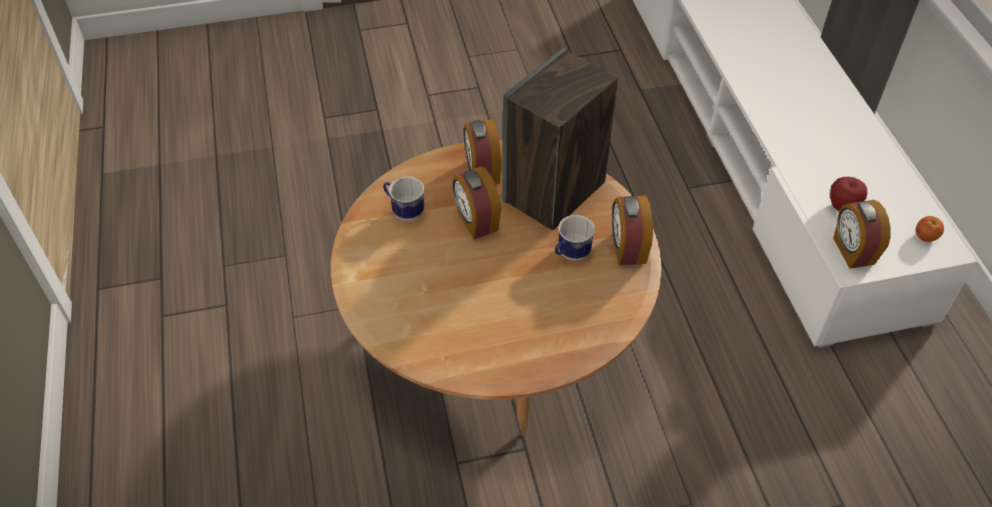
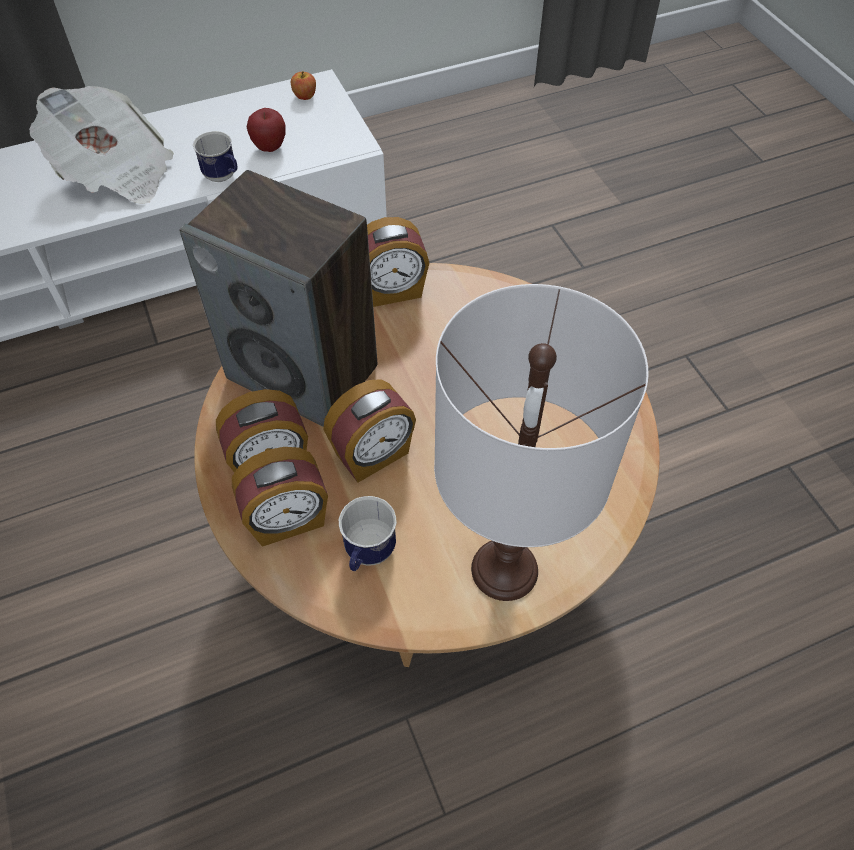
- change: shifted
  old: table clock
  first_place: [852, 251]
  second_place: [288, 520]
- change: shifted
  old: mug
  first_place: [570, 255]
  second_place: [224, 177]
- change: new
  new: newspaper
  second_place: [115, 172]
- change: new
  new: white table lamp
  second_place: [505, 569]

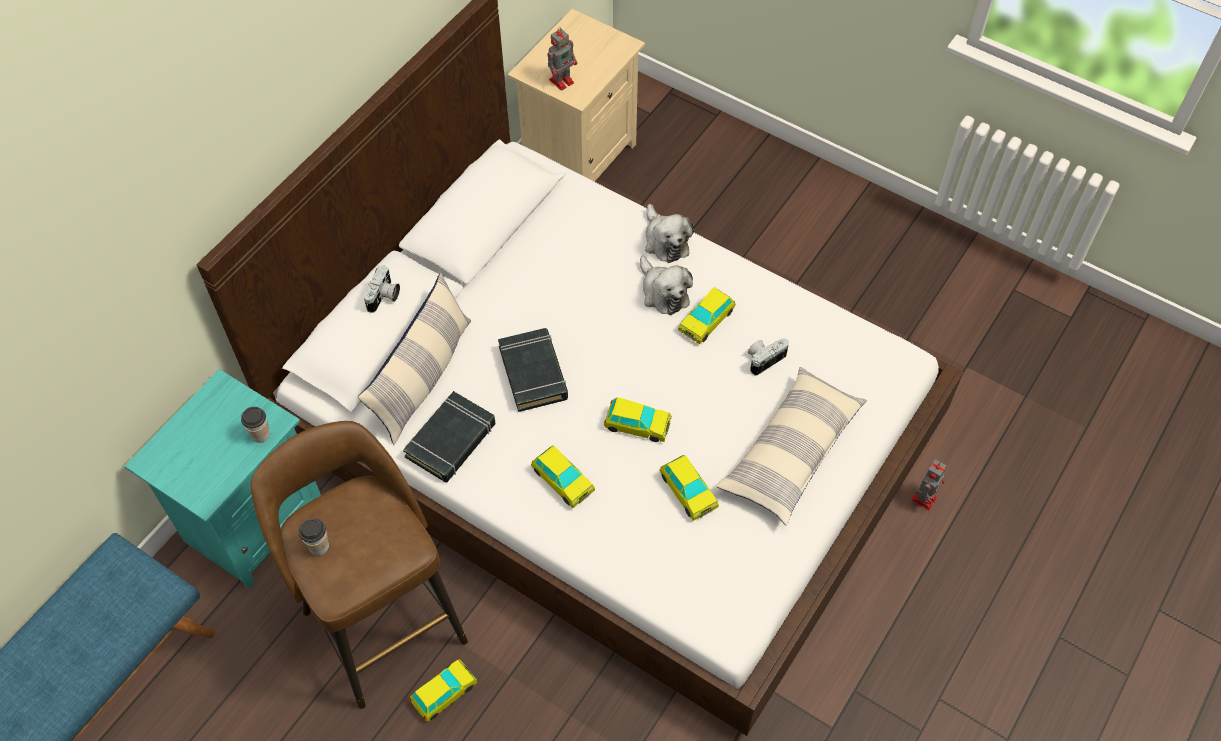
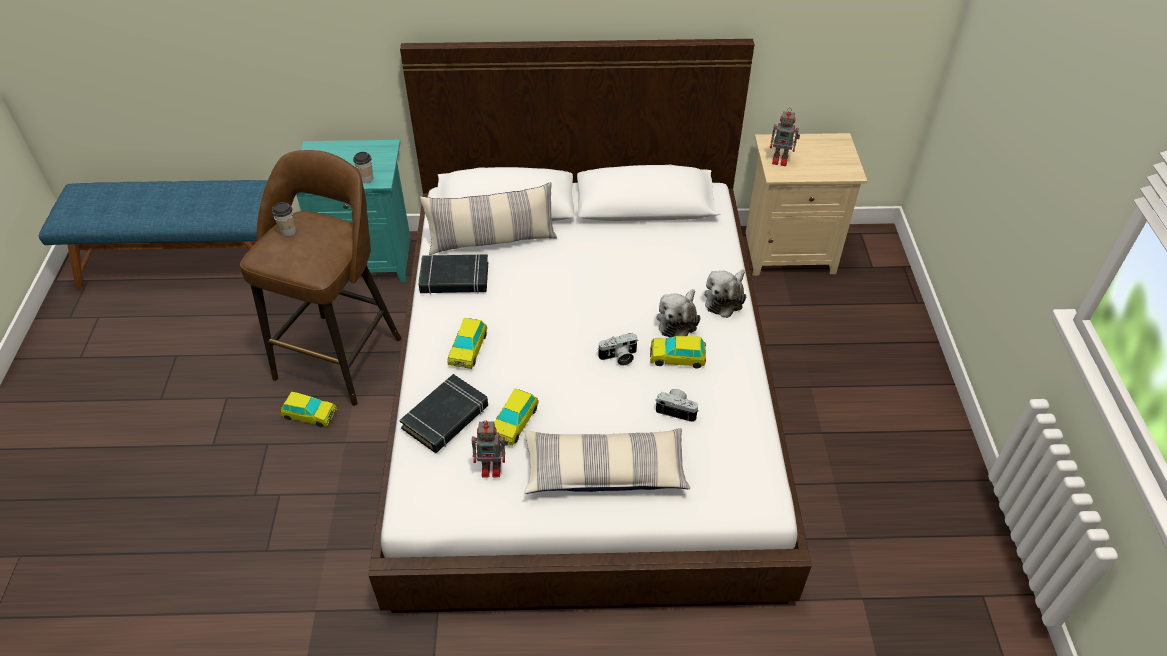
- change: shifted
  old: still camera
  first_place: [384, 297]
  second_place: [619, 357]
- change: shifted
  old: blackish volume
  first_place: [533, 373]
  second_place: [446, 417]
- change: gone
  old: model car
  first_place: [637, 425]
- change: shifted
  old: model robot
  first_place: [924, 498]
  second_place: [492, 468]

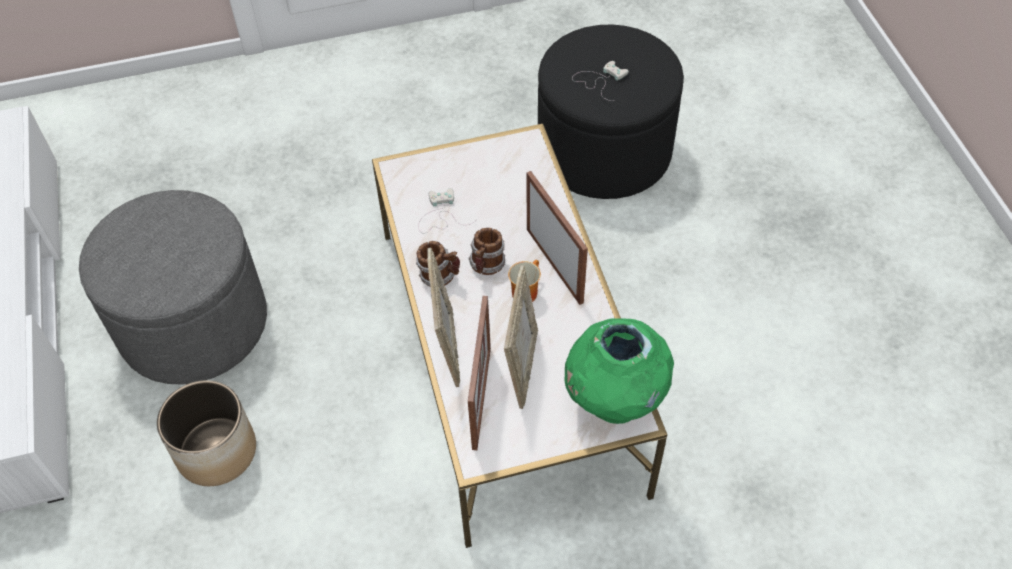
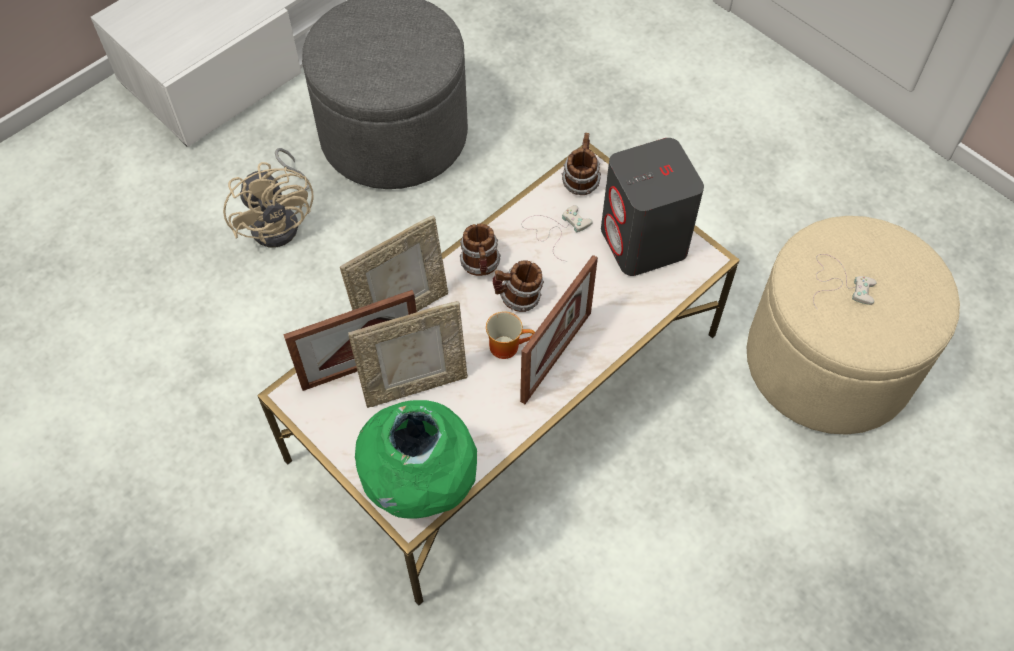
- change: repainted
  old: blackish pouffe
  new: beige-coloured pouffe
  first_place: [604, 151]
  second_place: [829, 361]
- change: swapped
  old: planter
  new: beige-coloured fan
  first_place: [216, 451]
  second_place: [281, 221]
- change: new
  new: mug
  second_place: [580, 180]
- change: new
  new: greyish audio speaker
  second_place: [644, 242]

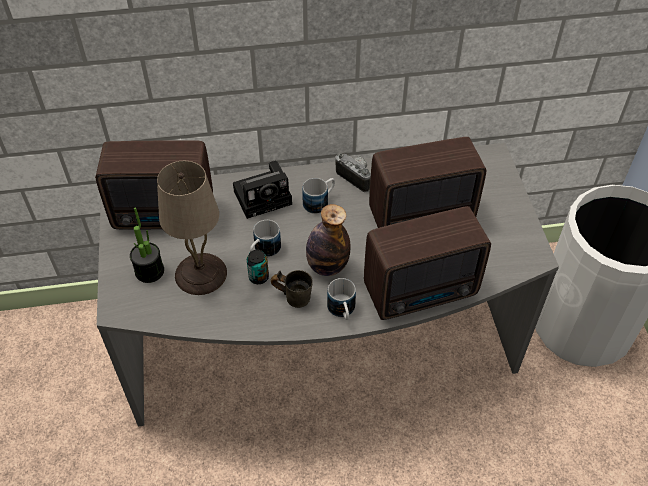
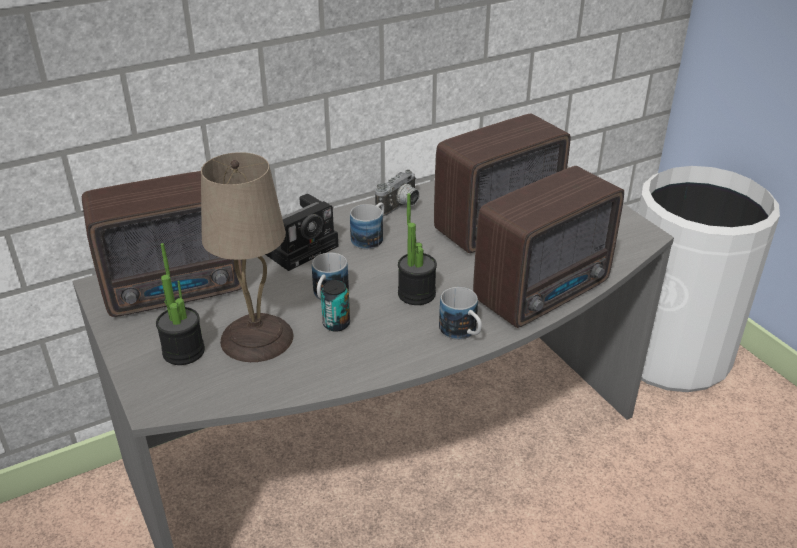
- change: rotated
  old: still camera
  first_place: [356, 177]
  second_place: [401, 207]
  degrees: 105
- change: swapped
  old: drink bottle
  new: plant in a pot
  first_place: [327, 266]
  second_place: [416, 294]
- change: gone
  old: greyish mug
  first_place: [294, 295]

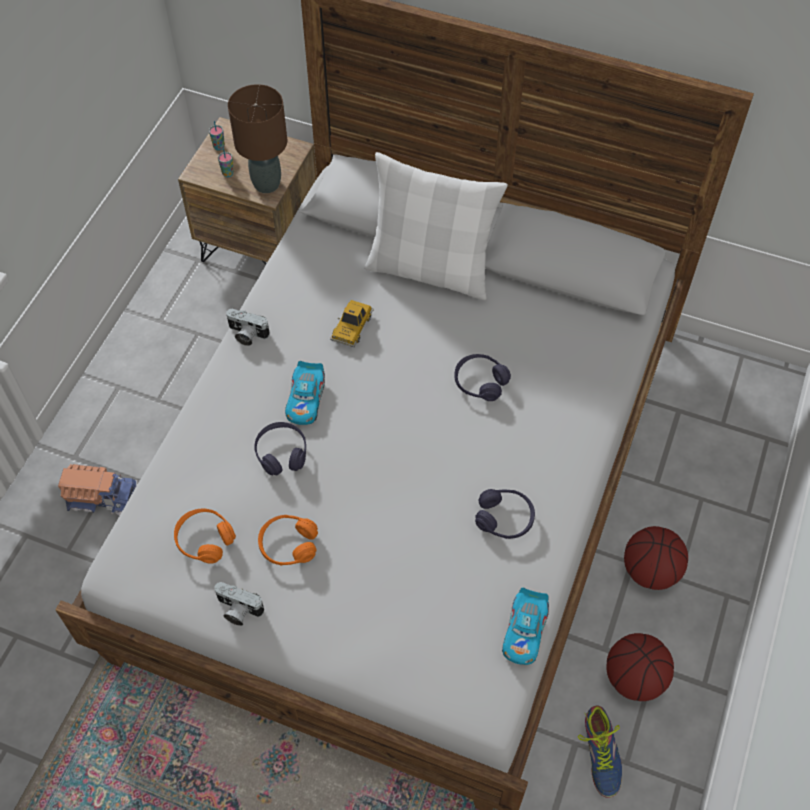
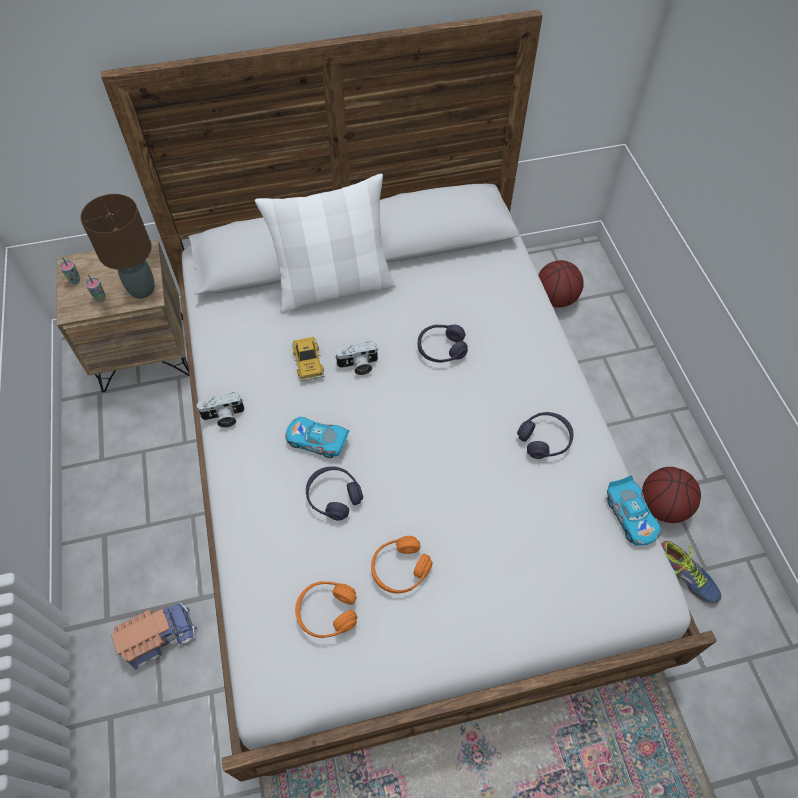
- change: rotated
  old: model car
  first_place: [306, 399]
  second_place: [317, 441]
  degrees: 135
- change: shifted
  old: ball for basketball
  first_place: [650, 571]
  second_place: [555, 299]
- change: shifted
  old: still camera
  first_place: [237, 610]
  second_place: [358, 366]

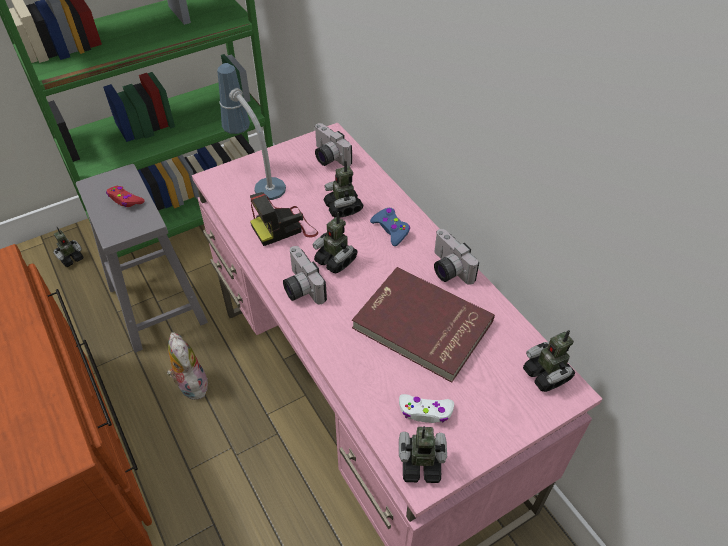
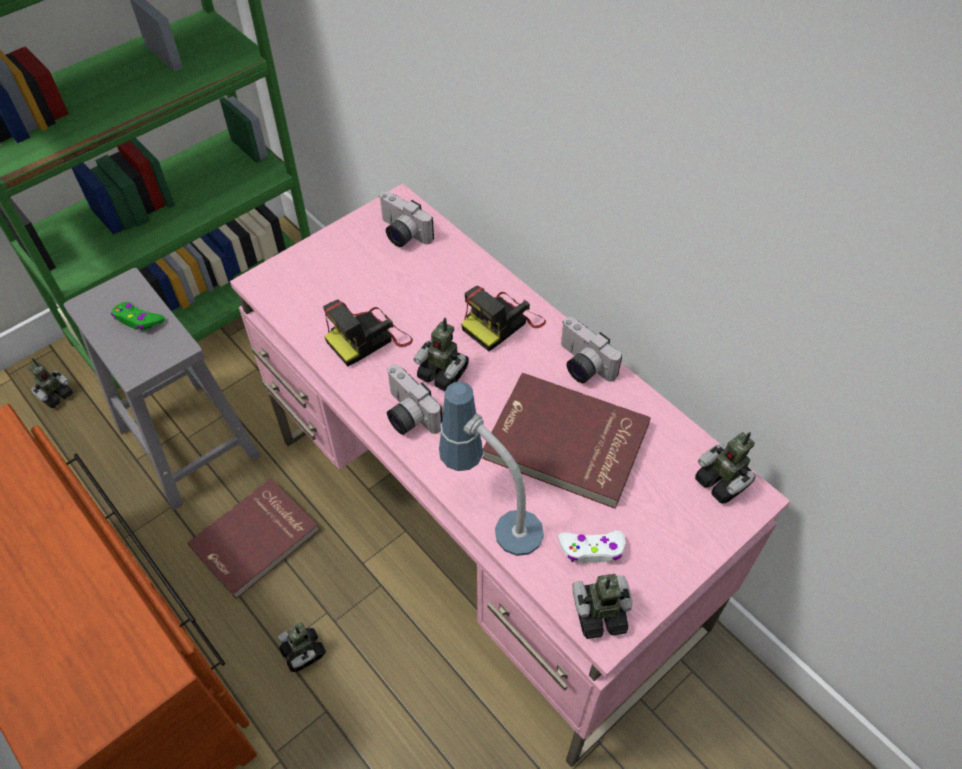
- change: shifted
  old: table lamp
  first_place: [257, 178]
  second_place: [491, 514]
- change: shifted
  old: model robot
  first_place: [343, 208]
  second_place: [303, 652]
- change: repainted
  old: reddish gamepad
  new: greenish gamepad
  first_place: [125, 200]
  second_place: [138, 320]
- change: swapped
  old: blue gamepad
  new: still camera
  first_place: [391, 230]
  second_place: [502, 323]
- change: swapped
  old: soft toy
  new: reddish volume
  first_place: [190, 384]
  second_place: [256, 540]

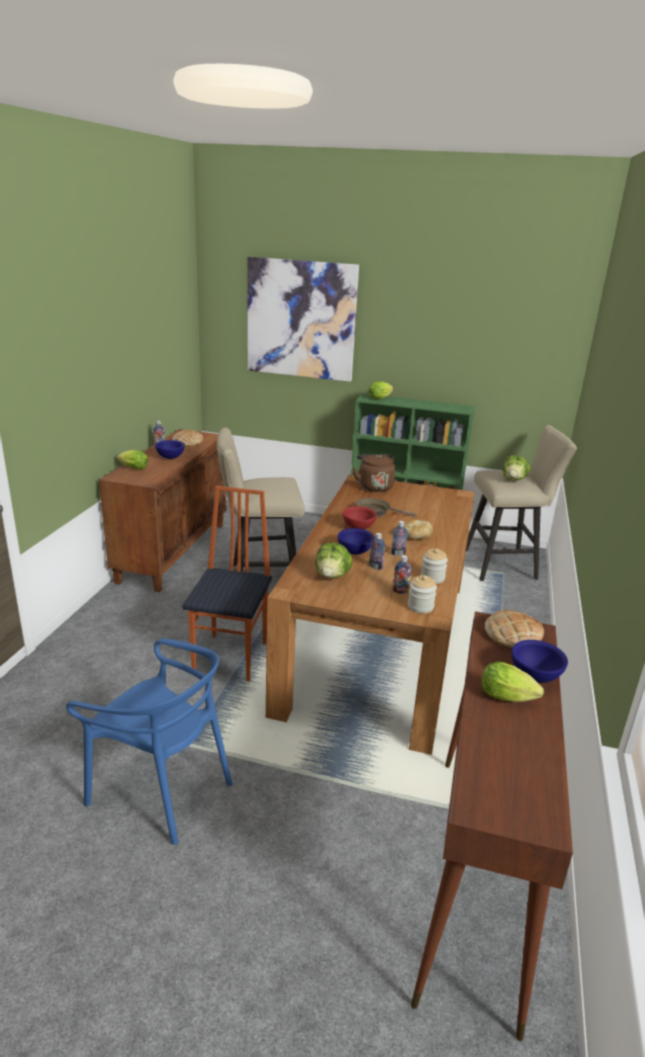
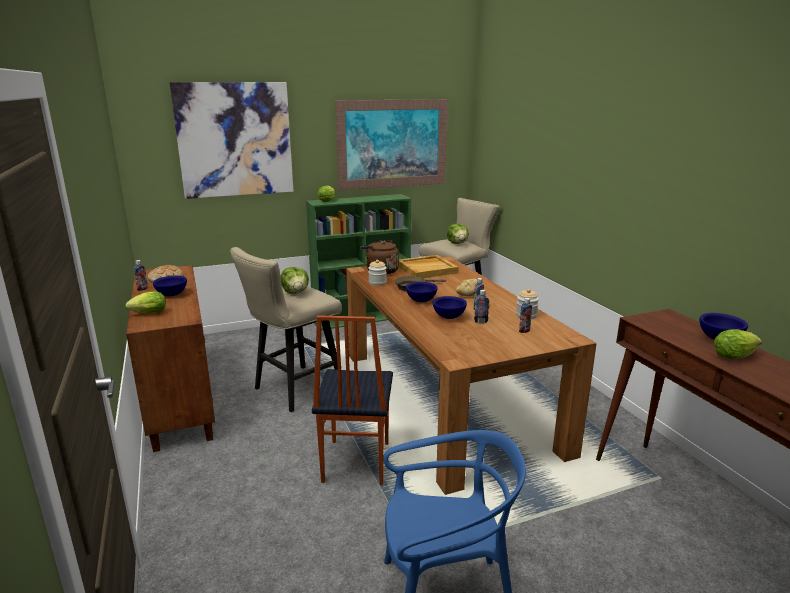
- change: rotated
  old: plain chair
  first_place: [232, 657]
  second_place: [354, 462]
  degrees: -150
- change: repainted
  old: reddish deep dish
  new: blue deep dish
  first_place: [358, 528]
  second_place: [421, 301]
- change: shifted
  old: head of lettuce
  first_place: [332, 576]
  second_place: [295, 292]
- change: shifted
  old: storage jar
  first_place: [420, 606]
  second_place: [377, 283]
- change: gone
  old: baked bread
  first_place: [512, 634]
- change: new
  new: wall picture
  second_place: [393, 144]
- change: new
  new: beige-coloured serving tray
  second_place: [427, 269]

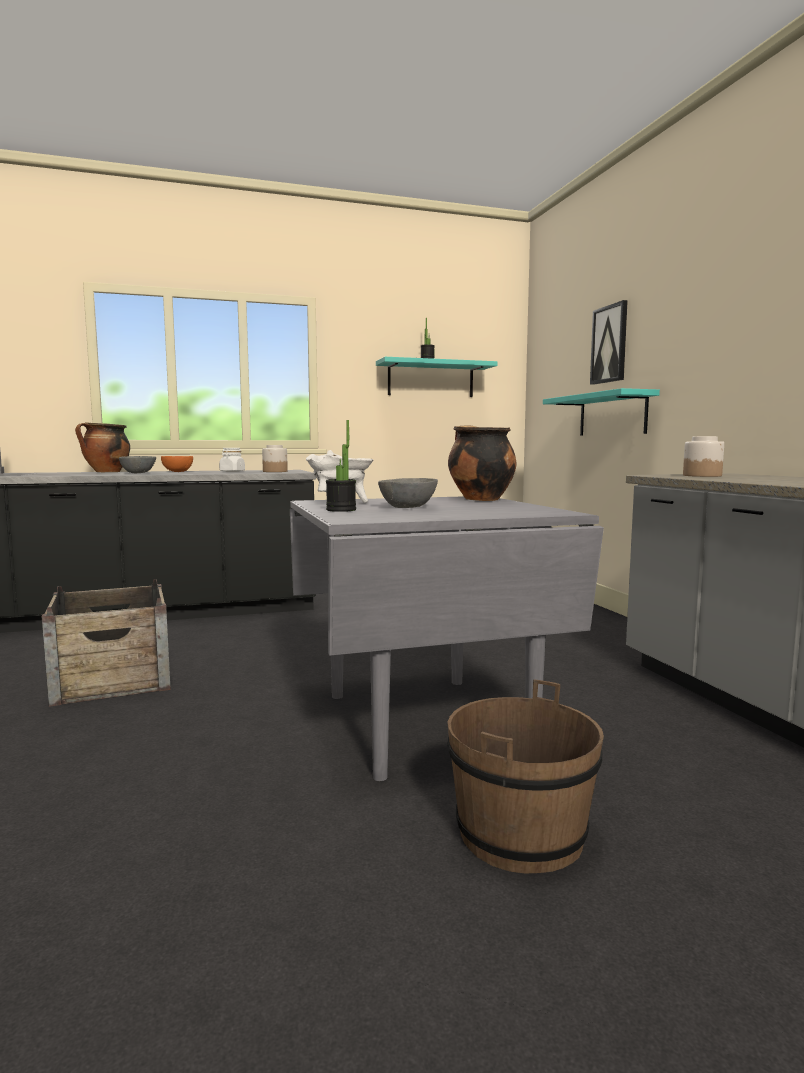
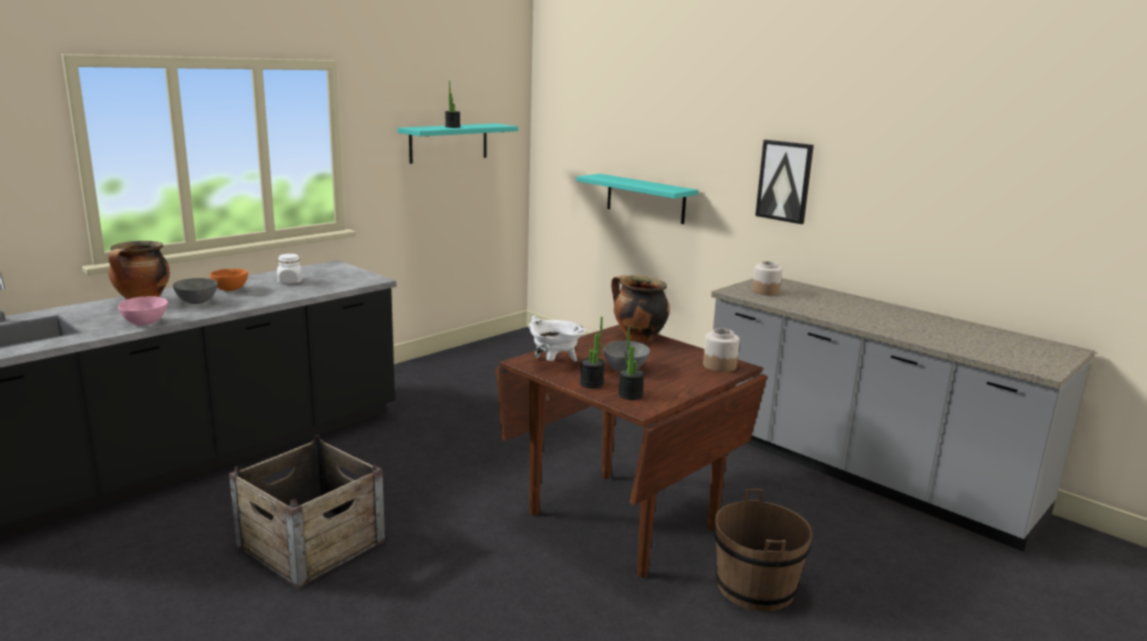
- change: shifted
  old: wall picture
  first_place: [609, 344]
  second_place: [784, 181]
- change: shifted
  old: storage jar
  first_place: [275, 471]
  second_place: [719, 366]
- change: repainted
  old: greyish dining table
  new: brownish dining table
  first_place: [426, 722]
  second_place: [623, 520]
- change: new
  new: pink-coloured deep dish
  second_place: [145, 322]
- change: new
  new: plant in a pot
  second_place: [630, 395]

